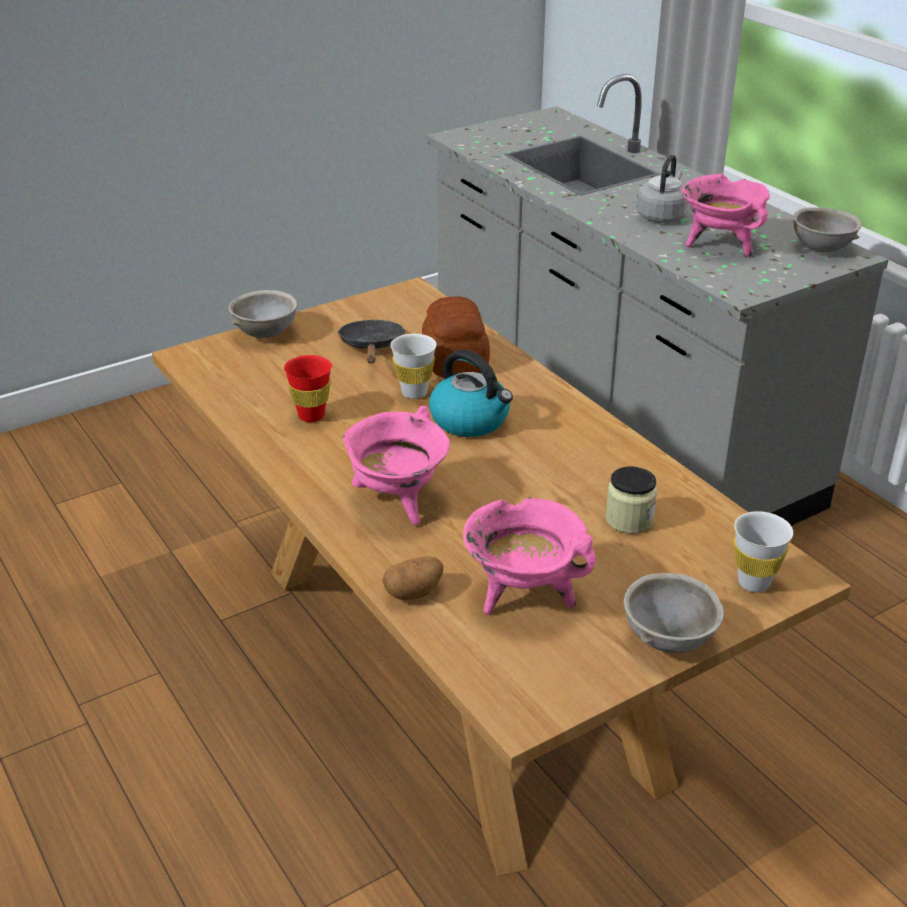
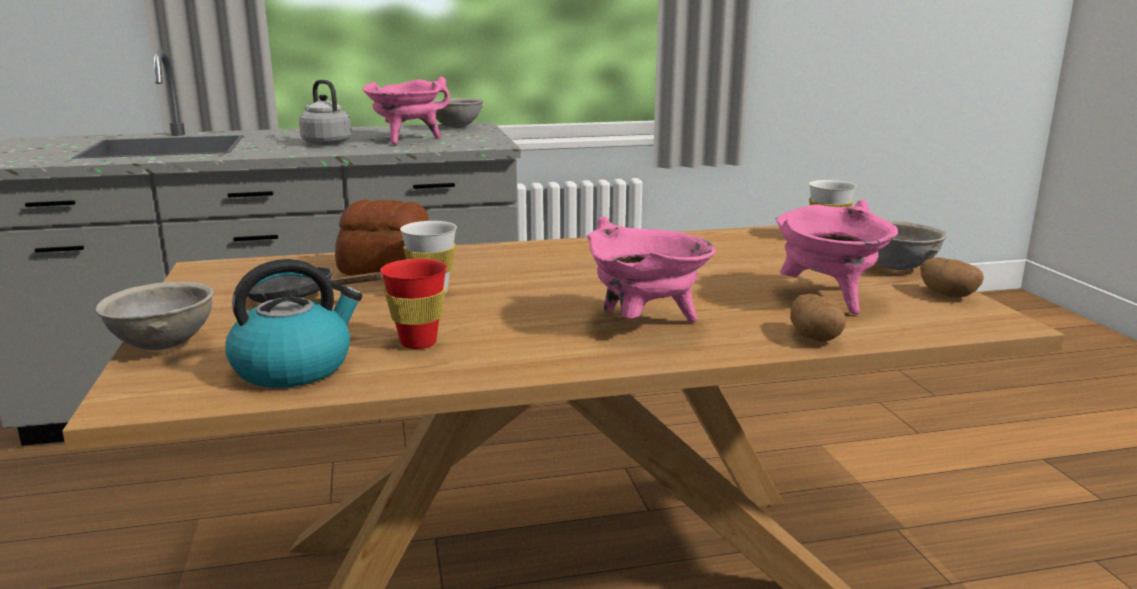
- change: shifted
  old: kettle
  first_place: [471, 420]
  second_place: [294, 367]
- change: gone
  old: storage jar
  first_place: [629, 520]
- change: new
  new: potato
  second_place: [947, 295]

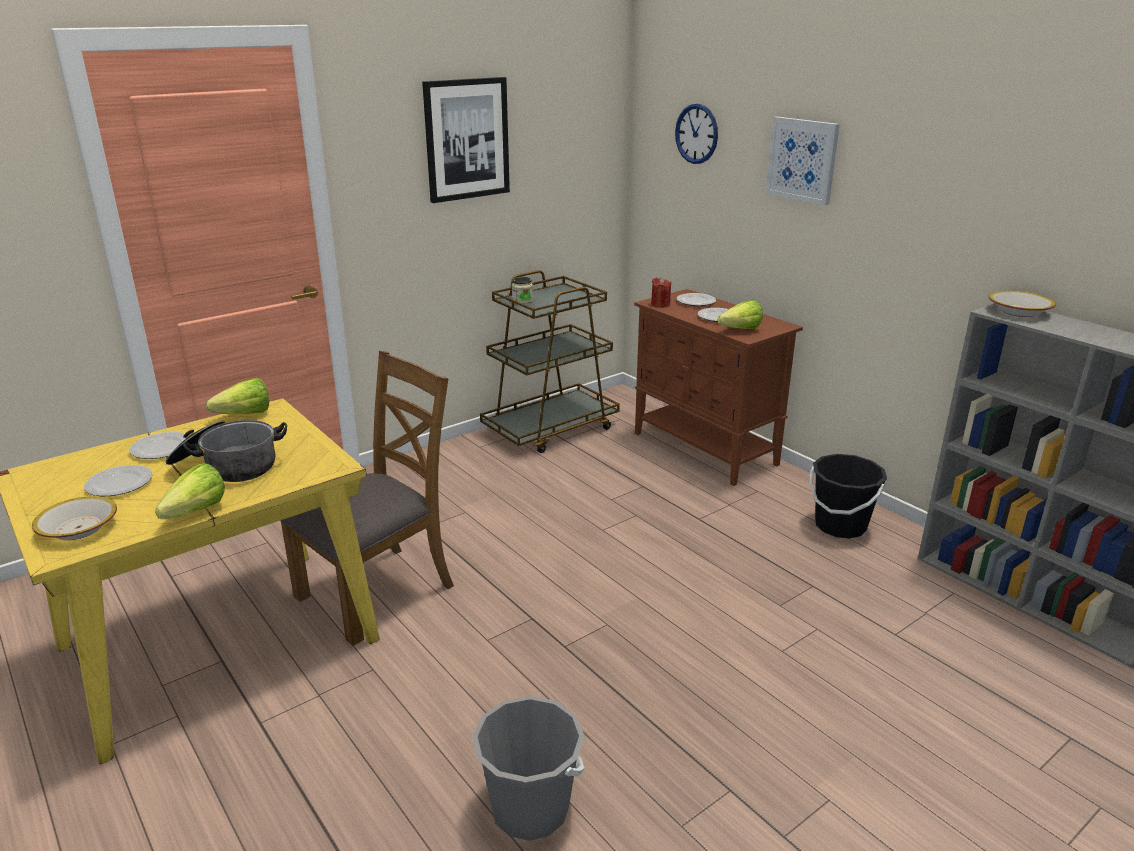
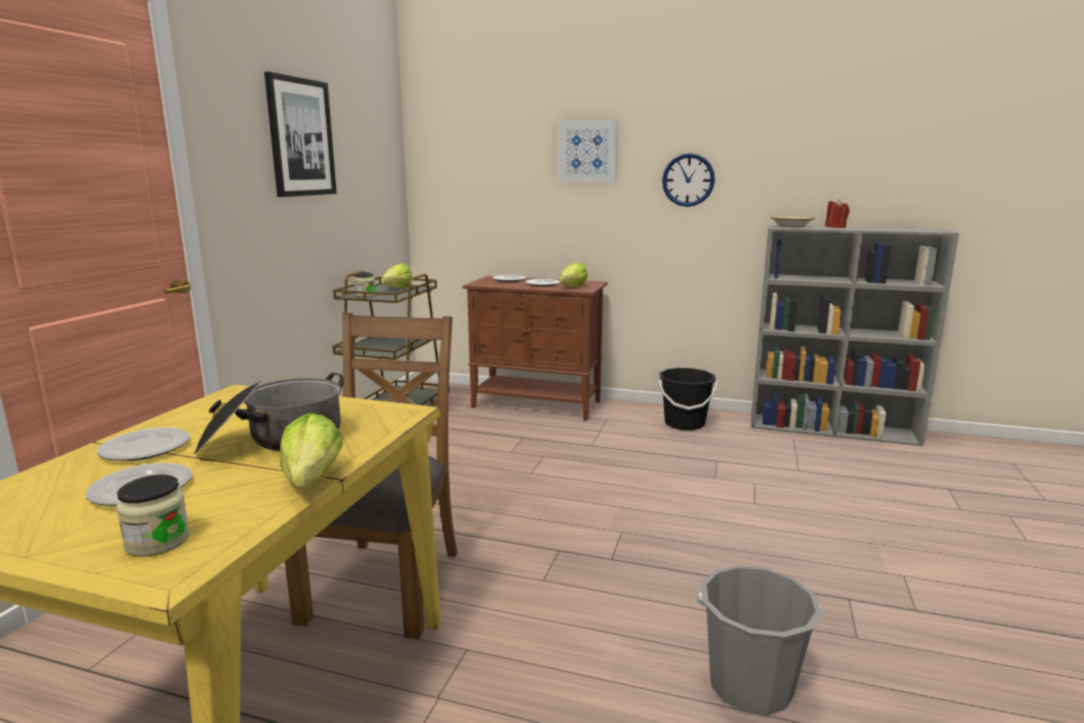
- change: shifted
  old: hanging clock
  first_place: [696, 134]
  second_place: [688, 180]
- change: shifted
  old: reddish candle
  first_place: [660, 304]
  second_place: [835, 227]
- change: shifted
  old: head of lettuce
  first_place: [239, 416]
  second_place: [394, 289]
- change: swapped
  old: deep dish
  new: storage jar
  first_place: [79, 528]
  second_place: [157, 541]

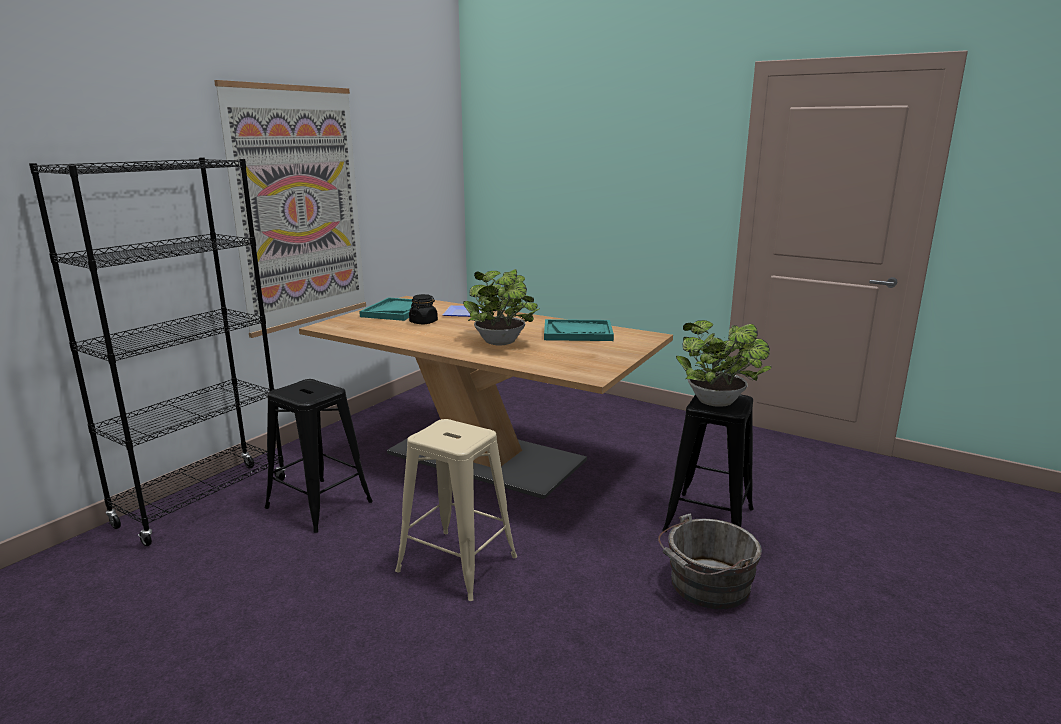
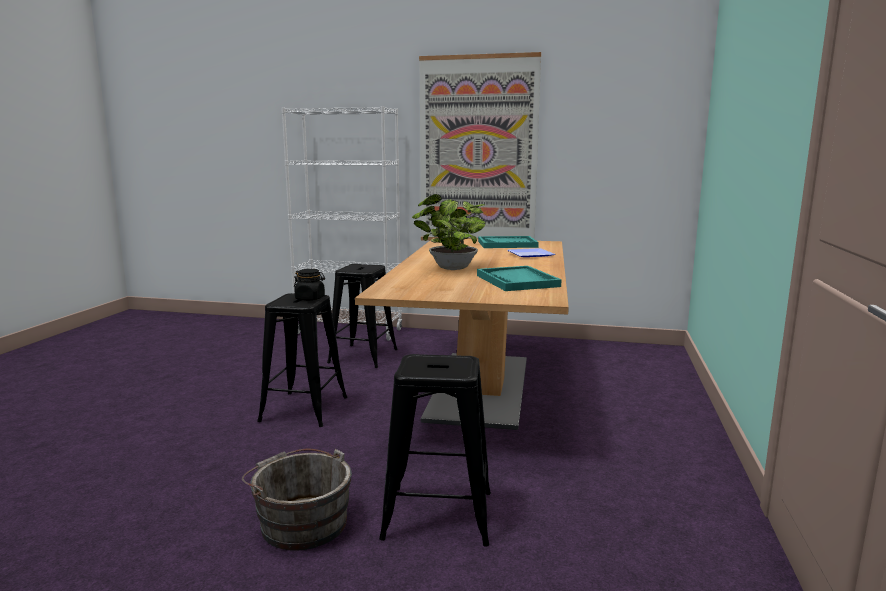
- change: repainted
  old: blackish bookcase
  new: white bookcase
  first_place: [203, 502]
  second_place: [349, 332]
- change: shifted
  old: blackish storage jar
  first_place: [423, 322]
  second_place: [310, 298]
- change: gone
  old: plant in a pot
  first_place: [718, 404]
- change: repainted
  old: beige-coloured sitting stool
  new: blackish sitting stool
  first_place: [458, 564]
  second_place: [304, 409]

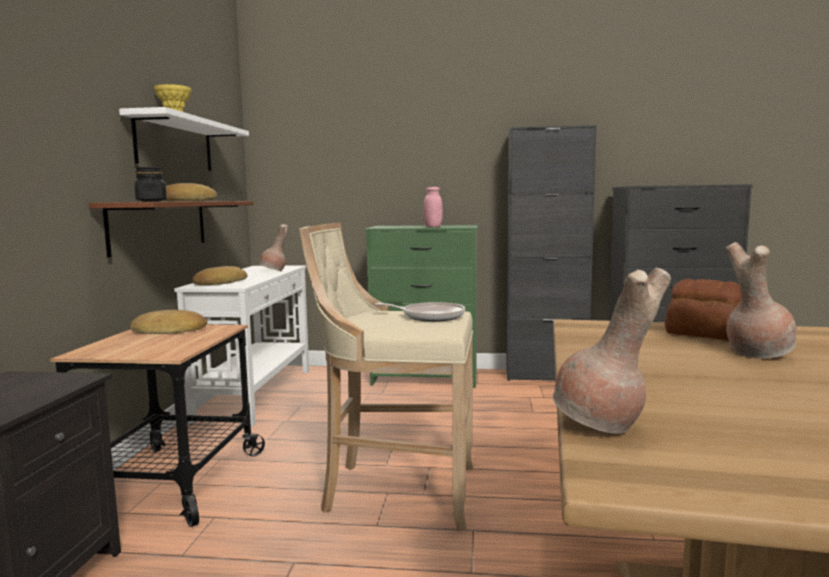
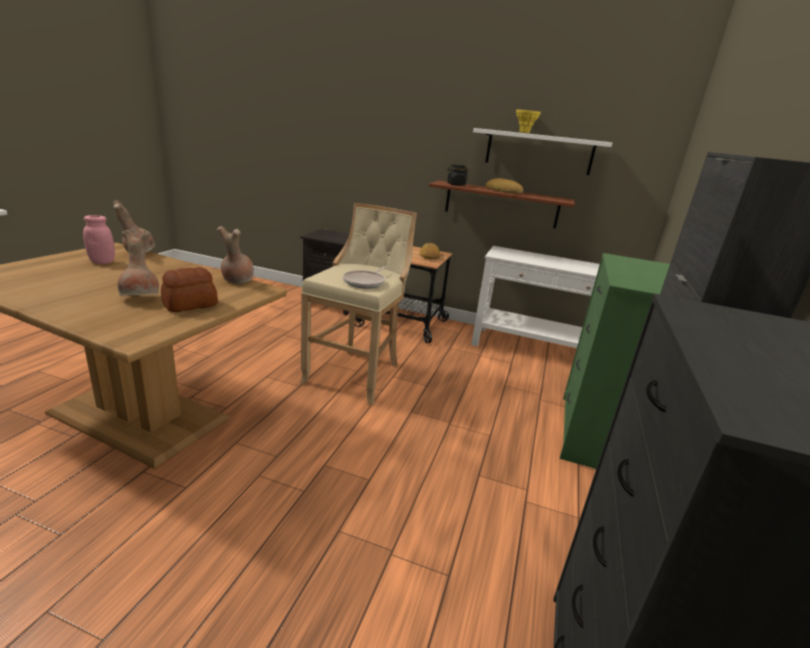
- change: shifted
  old: pink-coloured storage jar
  first_place: [433, 227]
  second_place: [102, 262]
- change: shifted
  old: brownish flower vase
  first_place: [274, 271]
  second_place: [236, 280]
- change: gone
  old: baked bread
  first_place: [219, 283]

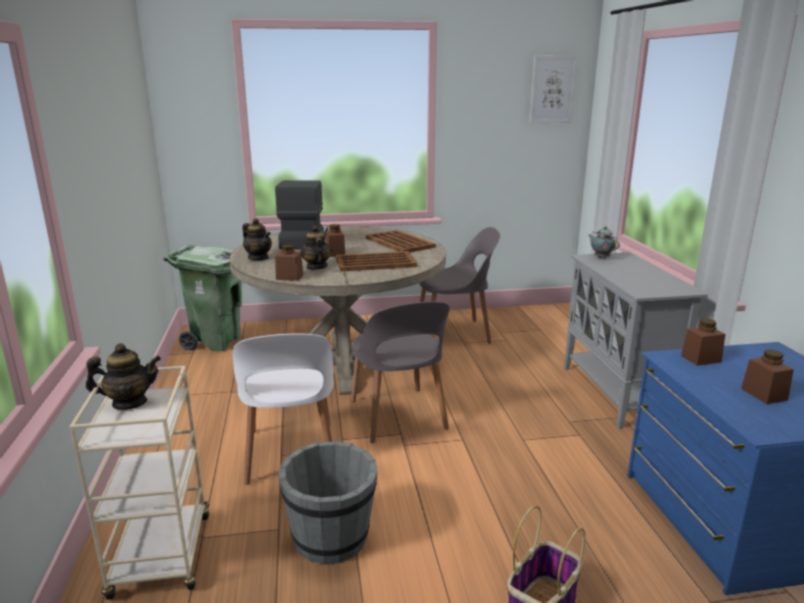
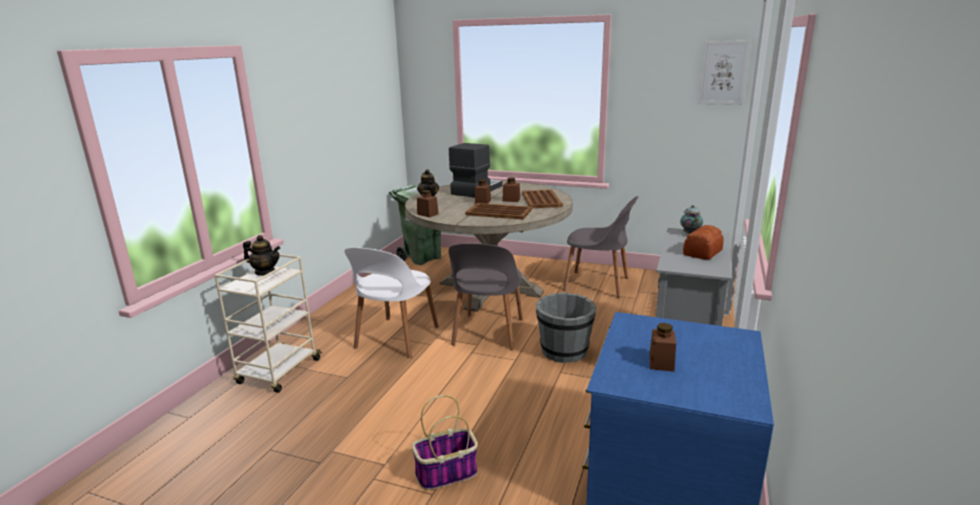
- change: gone
  old: pot for tea
  first_place: [316, 267]
- change: shifted
  old: brownish storage jar
  first_place: [701, 359]
  second_place: [511, 200]
- change: shifted
  old: greyish pail
  first_place: [331, 538]
  second_place: [564, 351]
- change: new
  new: baked bread
  second_place: [701, 252]

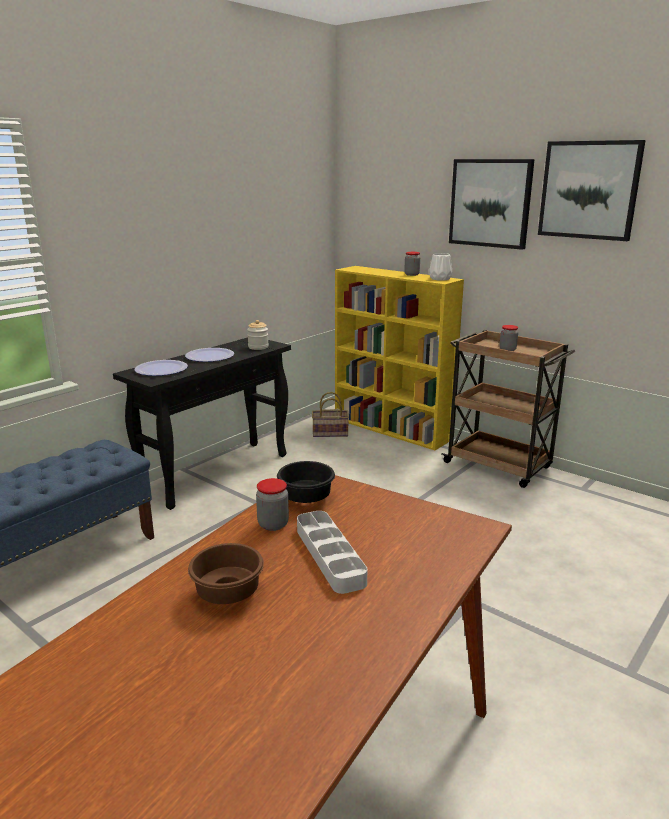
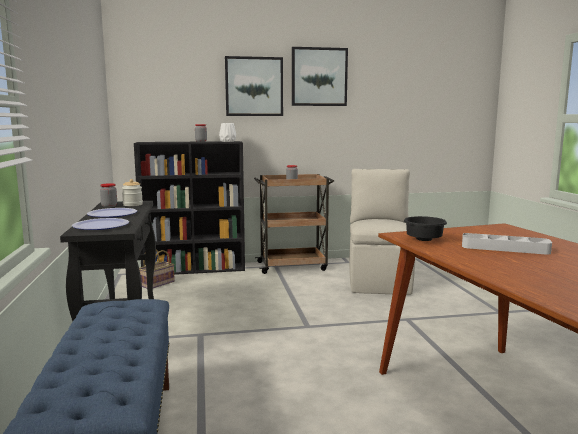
- change: repainted
  old: yellowish bookcase
  new: blackish bookcase
  first_place: [392, 429]
  second_place: [195, 269]
- change: shifted
  old: storage jar
  first_place: [273, 524]
  second_place: [109, 206]
- change: gone
  old: brownish deep dish
  first_place: [227, 592]
- change: new
  new: beige-coloured plain chair
  second_place: [379, 281]

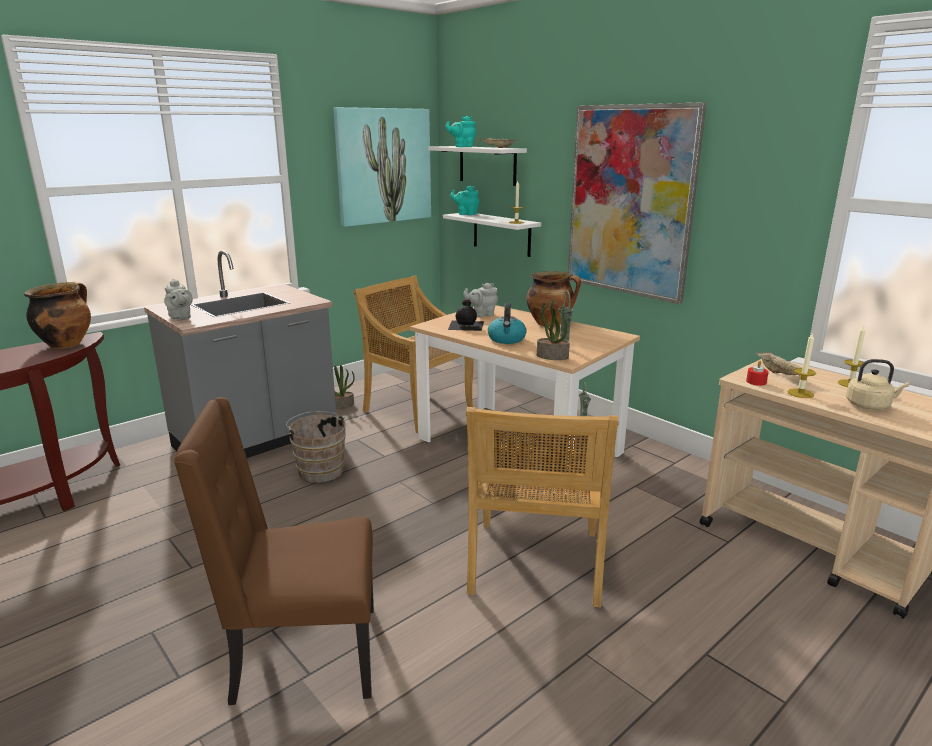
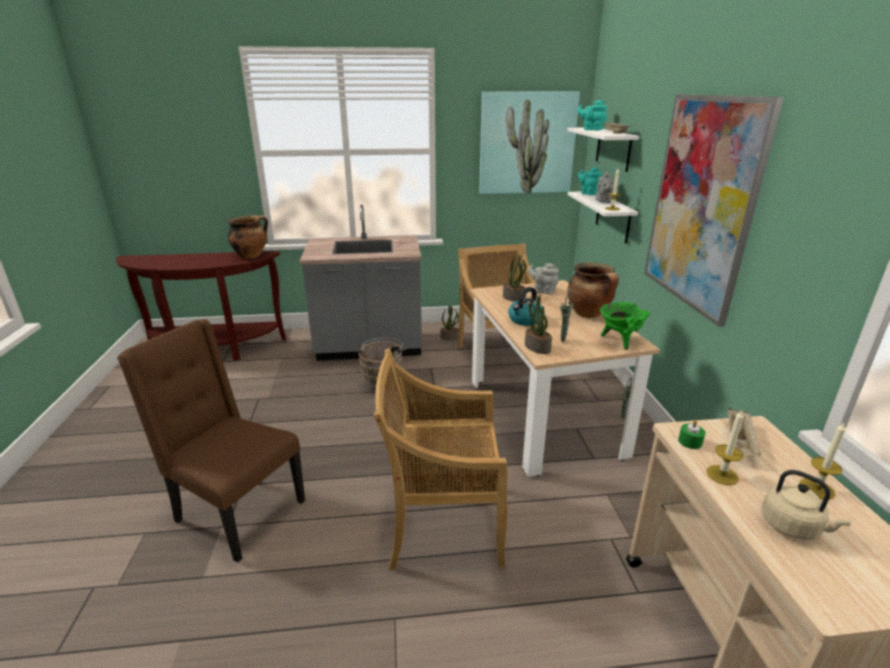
- change: shifted
  old: greyish pot for tea
  first_place: [180, 317]
  second_place: [603, 201]
- change: swapped
  old: blackish drink bottle
  new: plant in a pot
  first_place: [466, 325]
  second_place: [514, 298]
- change: repainted
  old: reddish candle
  new: greenish candle
  first_place: [756, 382]
  second_place: [690, 442]
- change: rotated
  old: beige-coloured plain chair
  first_place: [535, 564]
  second_place: [442, 523]
  degrees: 45
- change: new
  new: greenish stockpot
  second_place: [619, 340]

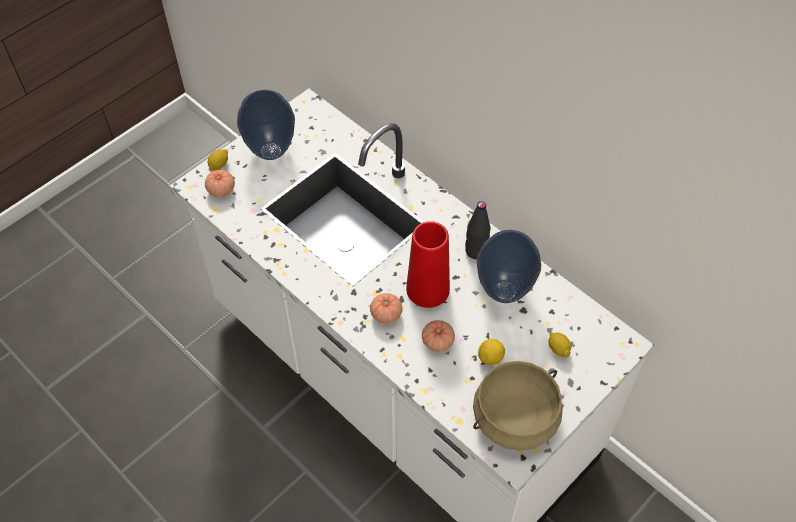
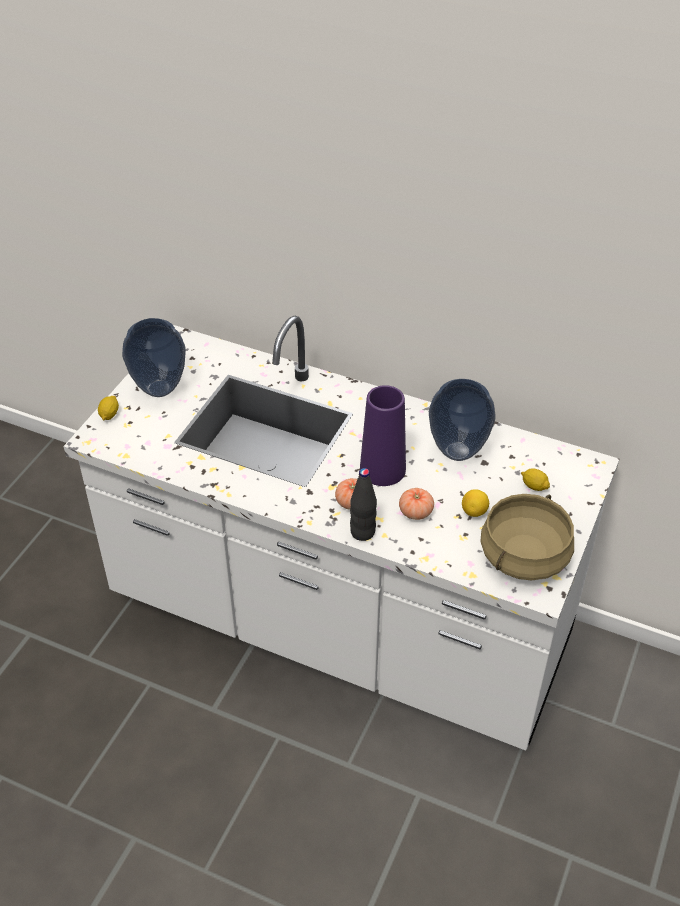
- change: gone
  old: whole tomato
  first_place: [221, 190]
- change: shifted
  old: blackish drink bottle
  first_place: [476, 251]
  second_place: [362, 532]
- change: repainted
  old: reddish flower vase
  new: purple flower vase
  first_place: [427, 289]
  second_place: [382, 469]

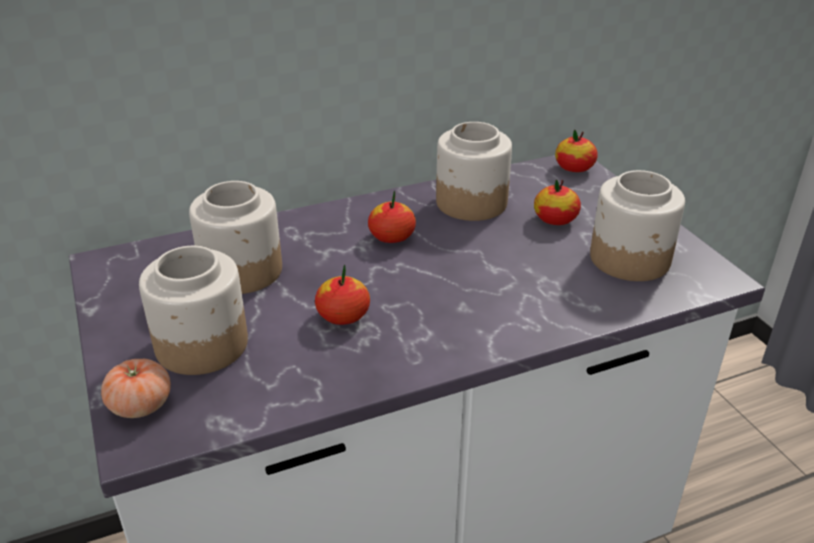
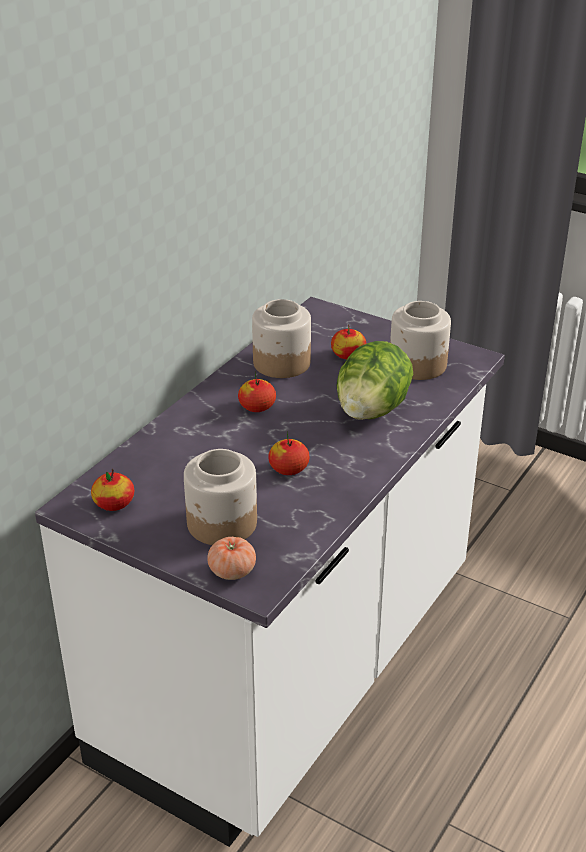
- change: shifted
  old: apple fruit
  first_place: [574, 168]
  second_place: [114, 504]
- change: gone
  old: storage jar
  first_place: [242, 270]
- change: new
  new: head of lettuce
  second_place: [371, 411]

